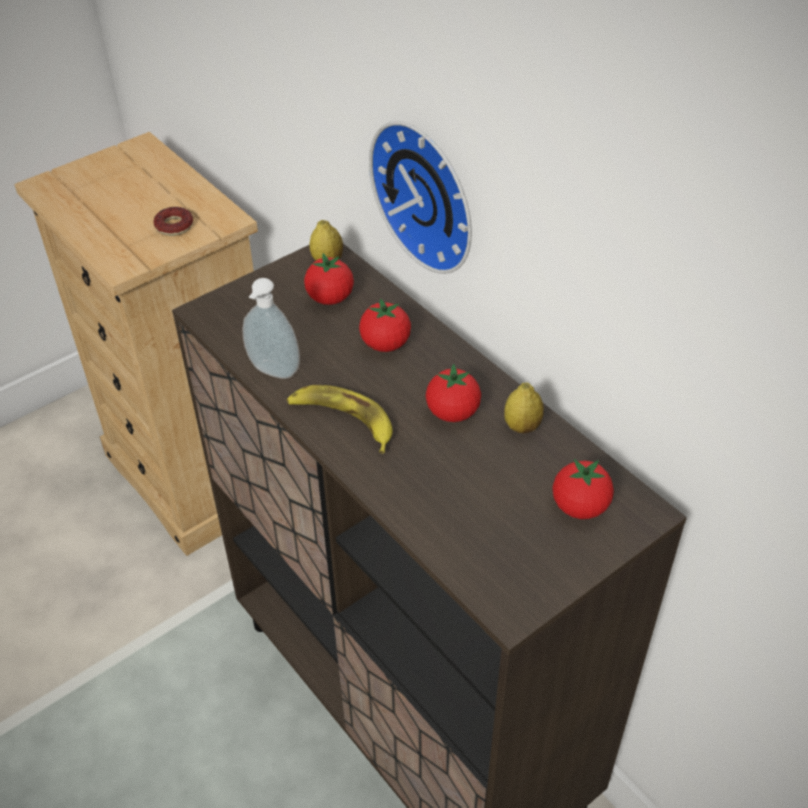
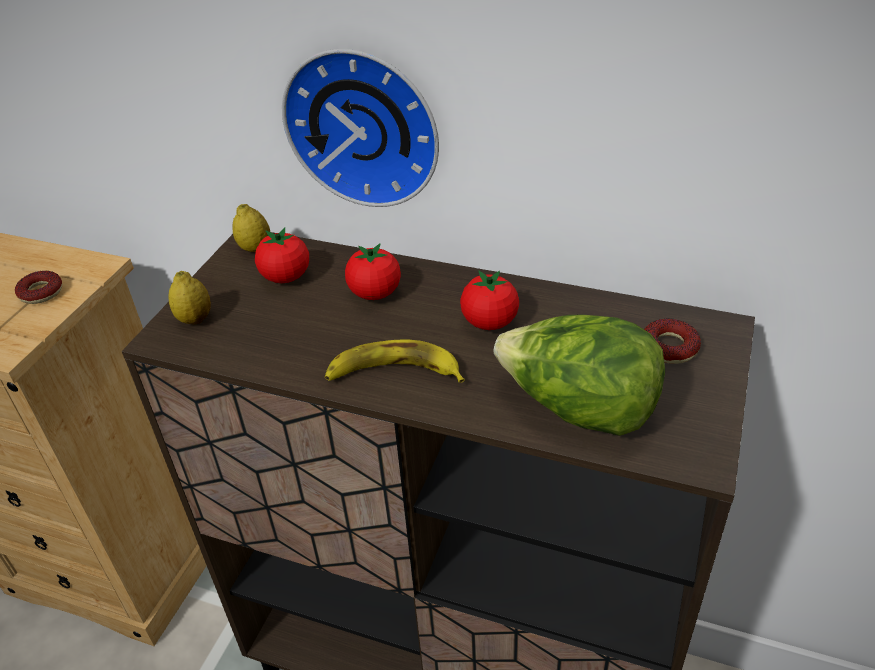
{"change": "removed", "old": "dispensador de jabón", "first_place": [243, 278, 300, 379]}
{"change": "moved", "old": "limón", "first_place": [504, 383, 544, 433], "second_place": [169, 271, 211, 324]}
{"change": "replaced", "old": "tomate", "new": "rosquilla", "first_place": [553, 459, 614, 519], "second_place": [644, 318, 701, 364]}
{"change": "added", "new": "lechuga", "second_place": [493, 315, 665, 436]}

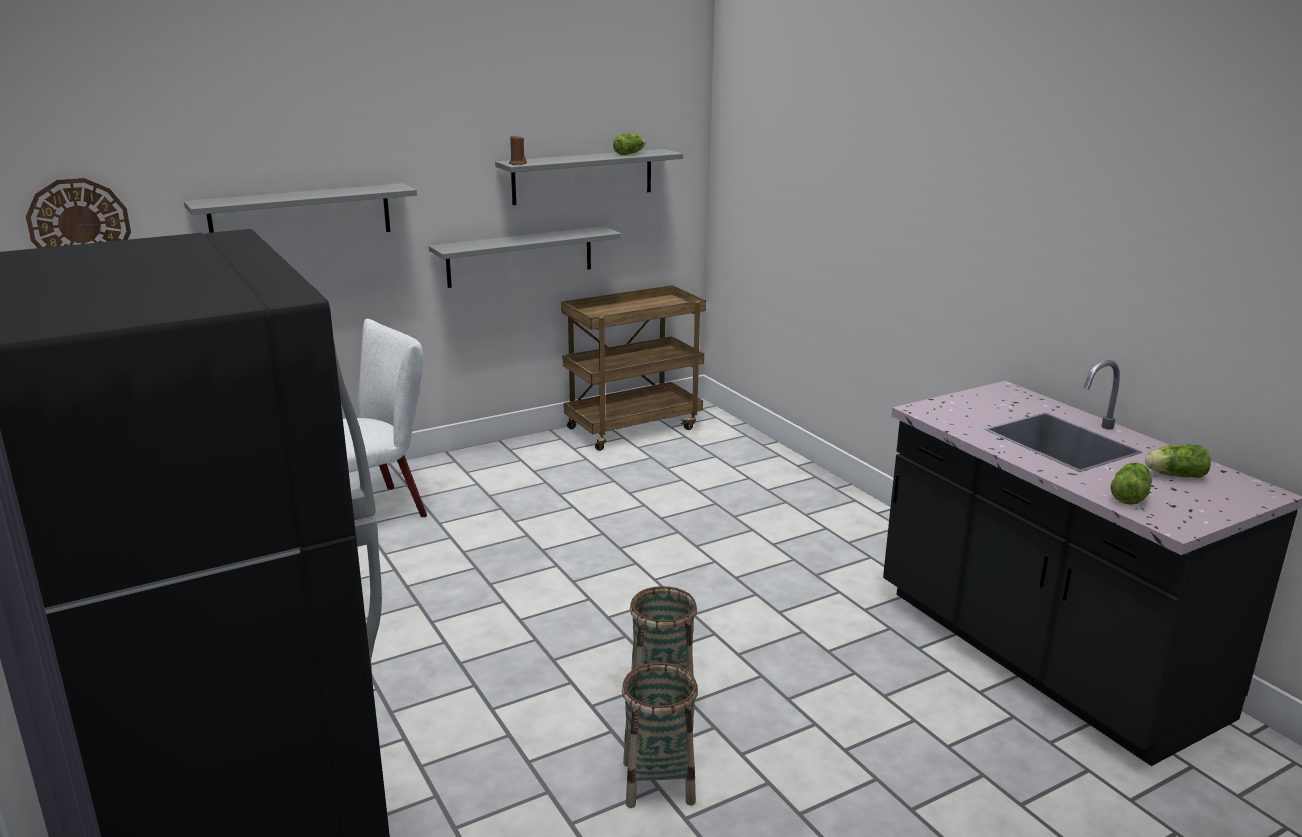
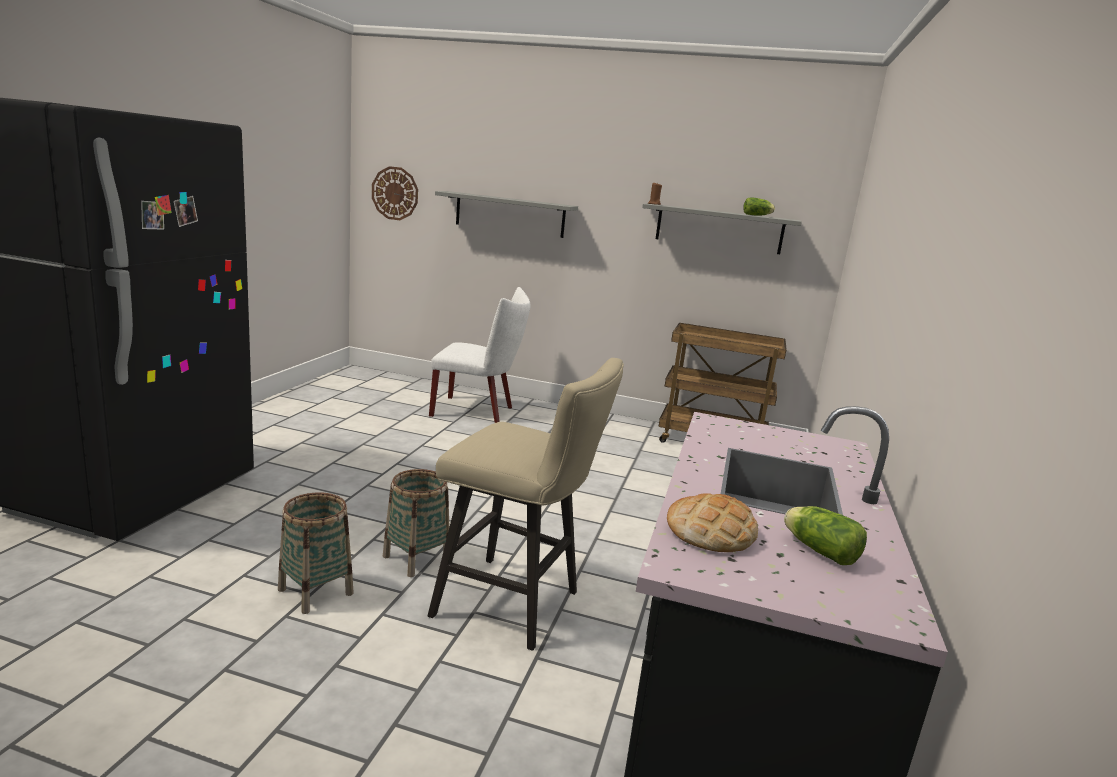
{"change": "removed", "old": "estante [gris]", "first_place": [429, 226, 621, 288]}
{"change": "replaced", "old": "lechuga", "new": "pan", "first_place": [1111, 462, 1152, 505], "second_place": [667, 493, 758, 552]}
{"change": "added", "new": "taburete [beis]", "second_place": [428, 358, 624, 651]}

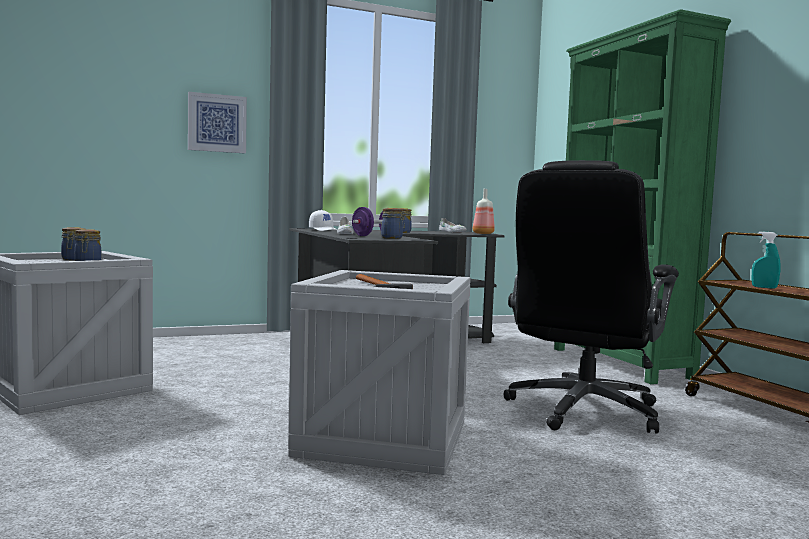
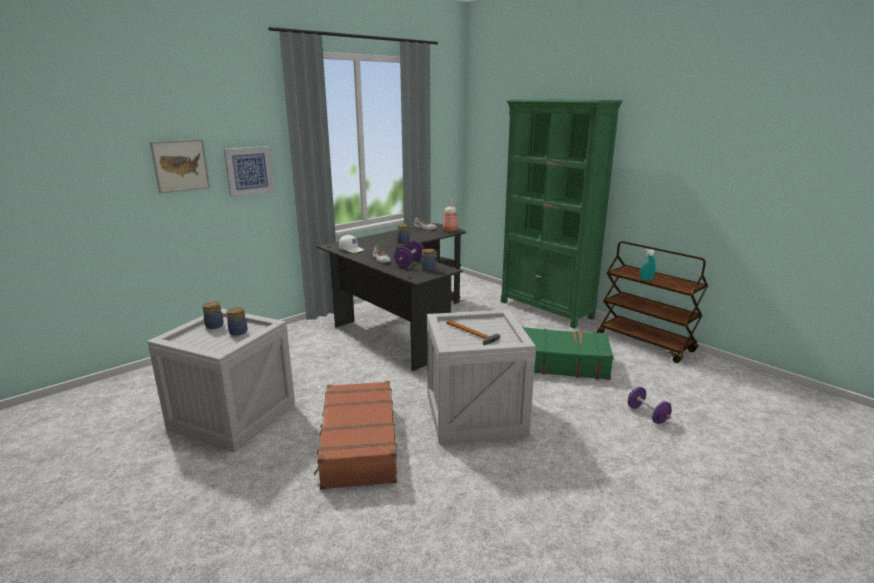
{"change": "replaced", "old": "silla de oficina [negro]", "new": "maleta [verde]", "first_place": [504, 160, 679, 434], "second_place": [522, 326, 614, 380]}
{"change": "added", "new": "cuadro", "second_place": [150, 139, 210, 194]}
{"change": "added", "new": "maleta [marrón]", "second_place": [314, 381, 397, 489]}
{"change": "added", "new": "mancuerna [morado]", "second_place": [628, 387, 672, 424]}

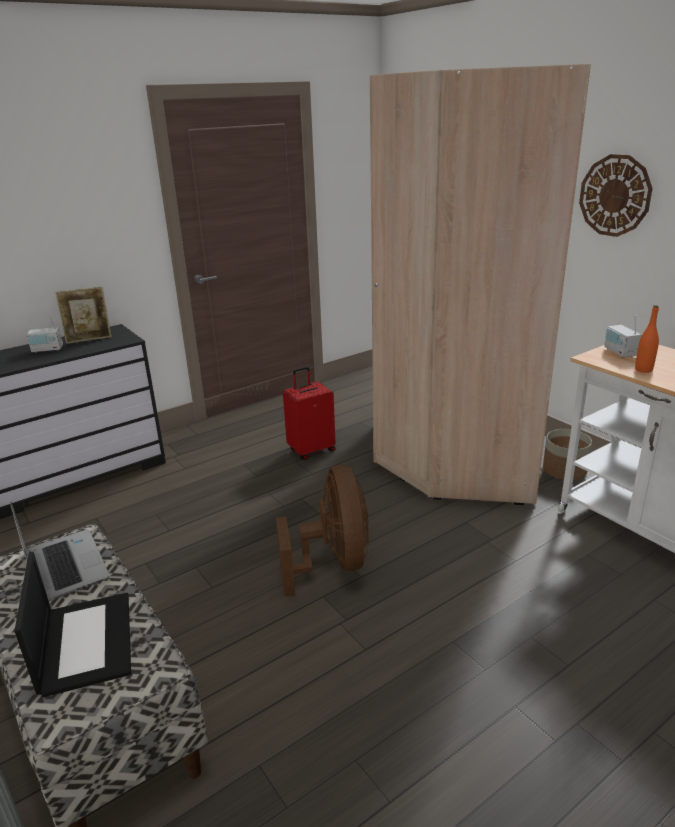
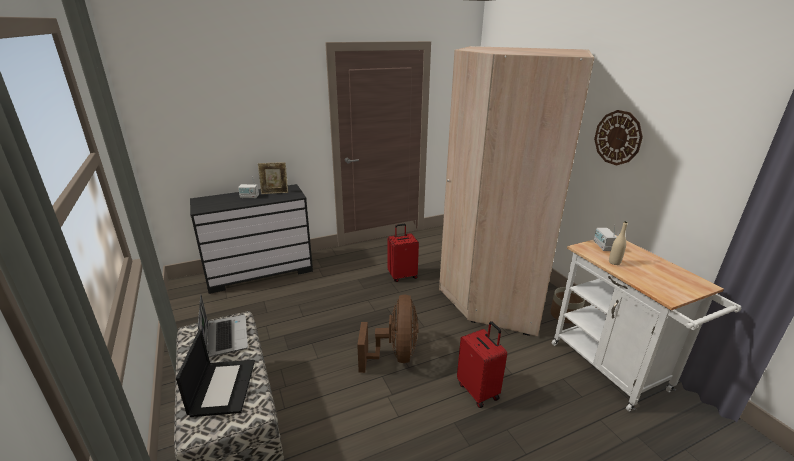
{"change": "recoloured", "old": "botella [naranja]", "new": "botella [beis]", "first_place": [635, 305, 659, 373], "second_place": [609, 221, 628, 265]}
{"change": "added", "new": "maleta [rojo]", "second_place": [457, 321, 507, 408]}

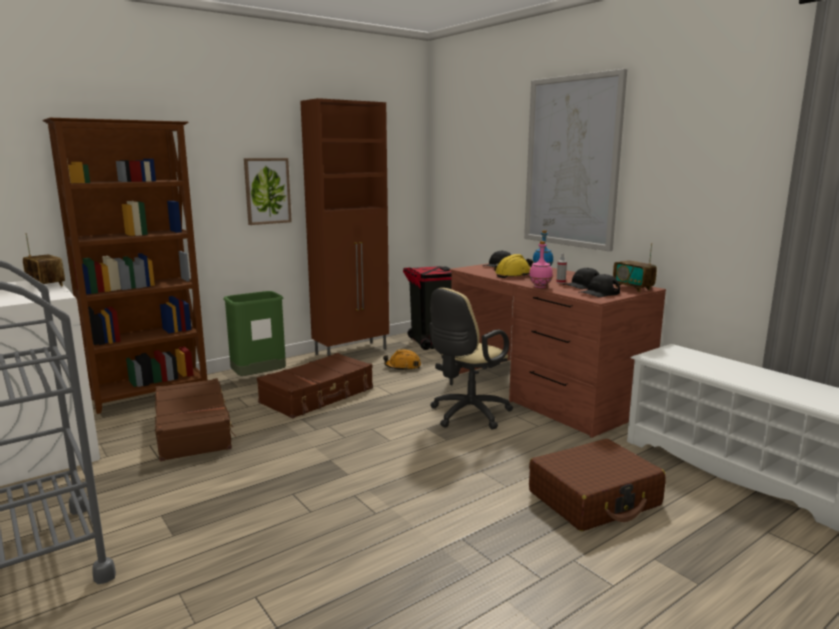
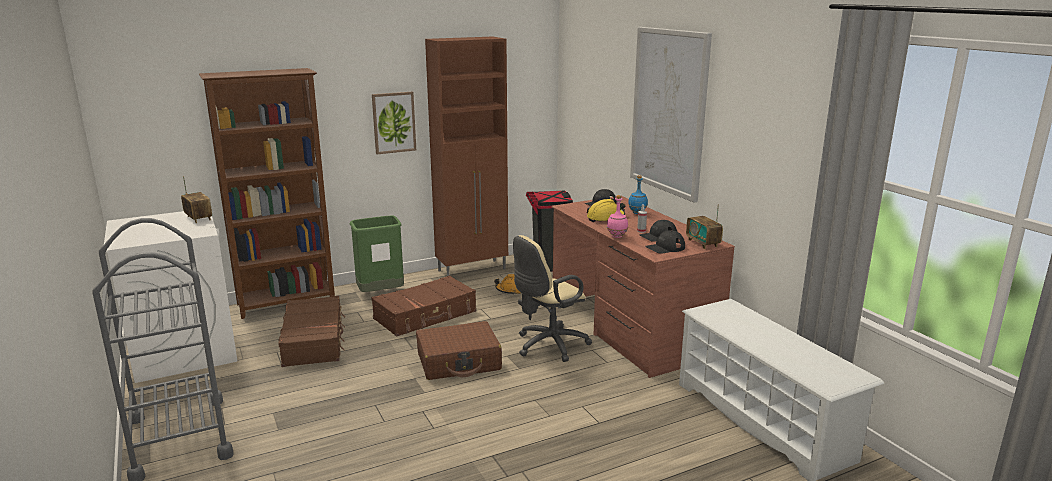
{"change": "moved", "old": "maleta [marrón]", "first_place": [529, 439, 666, 531], "second_place": [416, 321, 502, 380]}

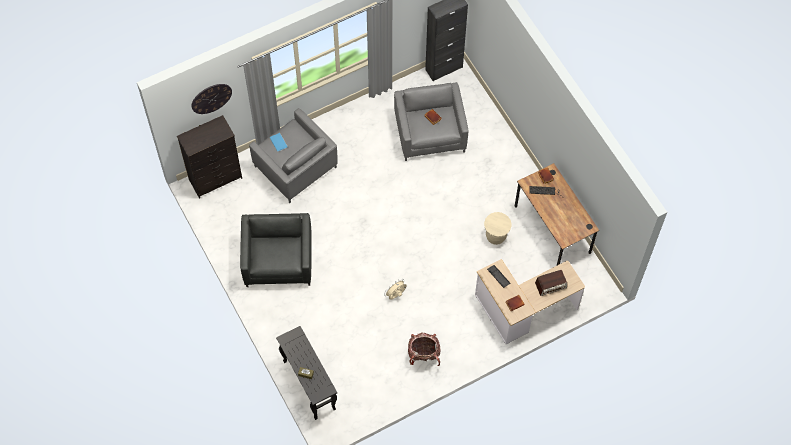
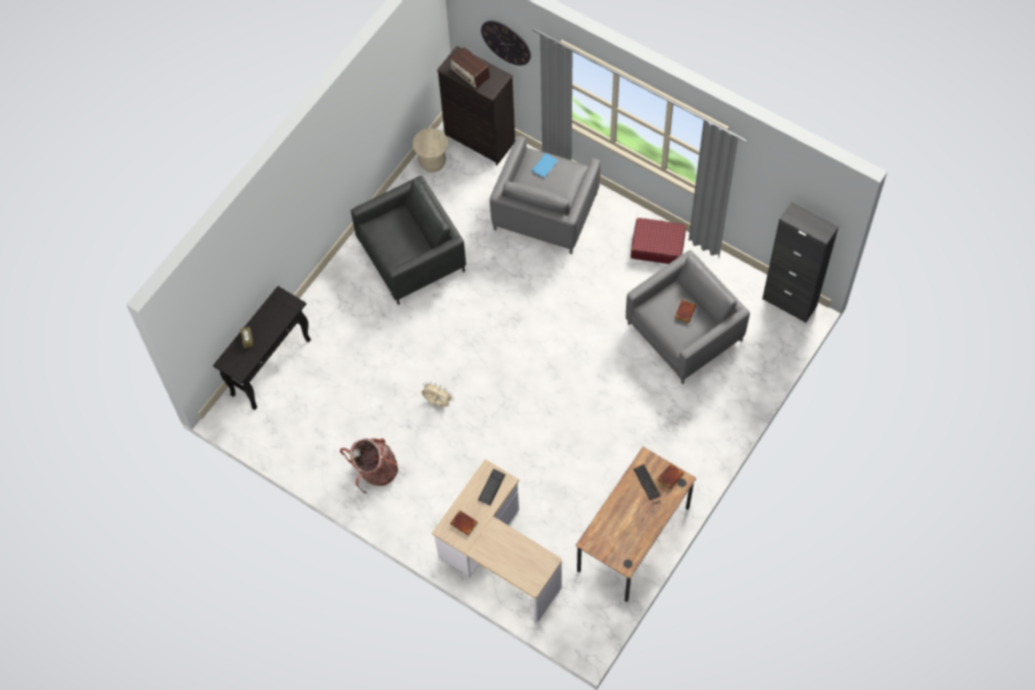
{"change": "moved", "old": "taburete [beis]", "first_place": [484, 212, 511, 245], "second_place": [413, 128, 448, 173]}
{"change": "moved", "old": "radio", "first_place": [535, 270, 567, 296], "second_place": [450, 47, 490, 89]}
{"change": "added", "new": "maleta [rojo]", "second_place": [631, 218, 686, 264]}

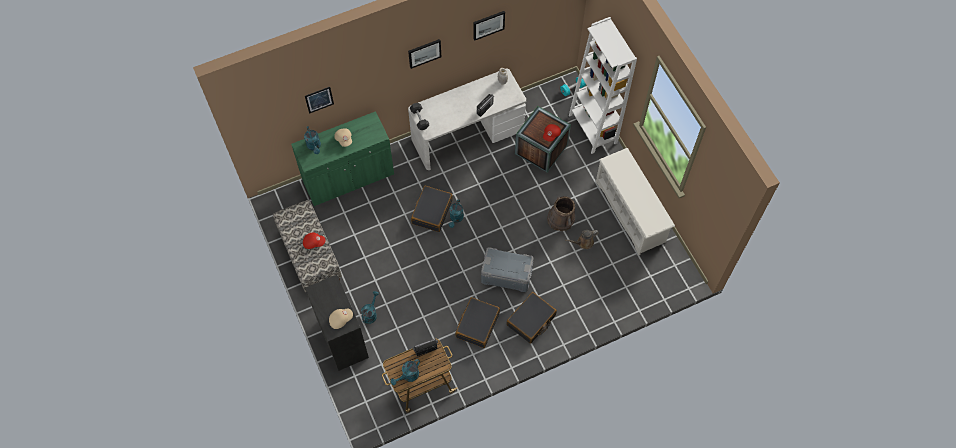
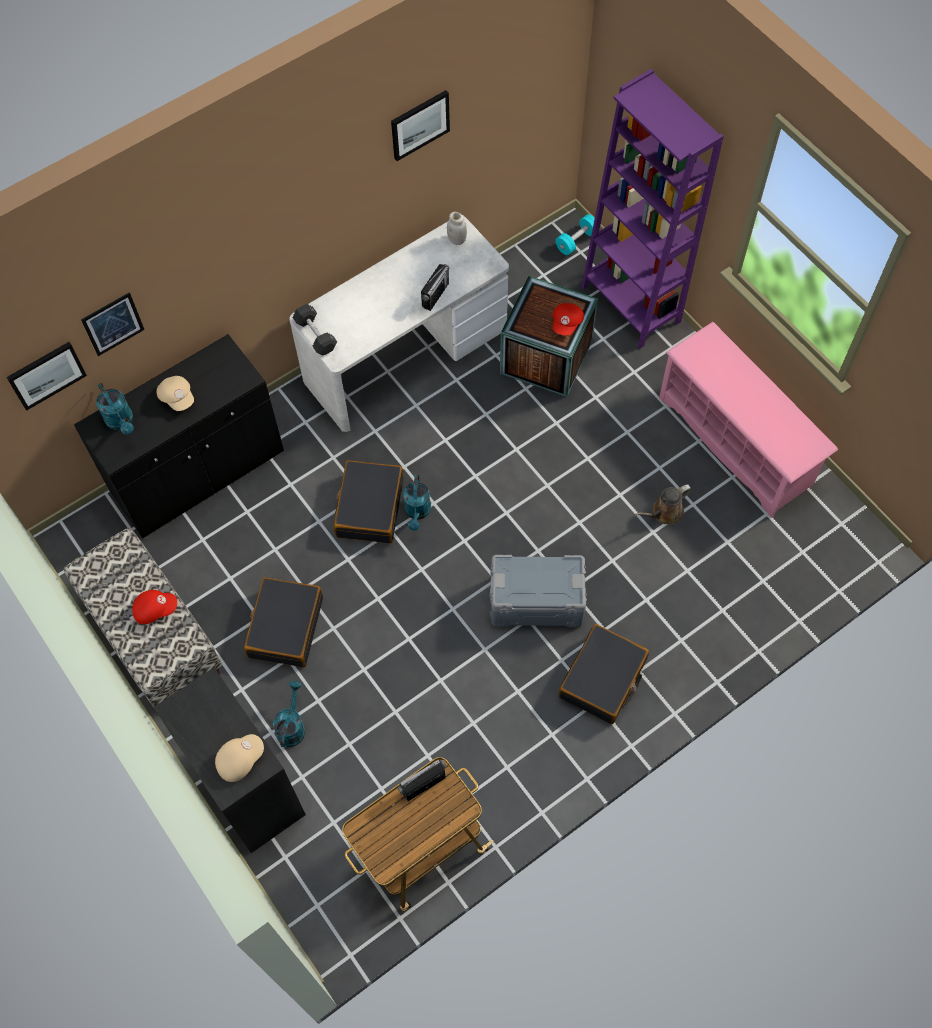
{"change": "recoloured", "old": "estantería [blanco]", "new": "estantería [morado]", "first_place": [569, 17, 637, 154], "second_place": [581, 69, 724, 349]}
{"change": "moved", "old": "cuadro", "first_place": [408, 39, 441, 69], "second_place": [6, 342, 87, 411]}
{"change": "recoloured", "old": "armario [verde]", "new": "armario [negro]", "first_place": [291, 111, 394, 206], "second_place": [74, 334, 284, 539]}
{"change": "recoloured", "old": "zapatero [blanco]", "new": "zapatero [rosa]", "first_place": [596, 148, 675, 255], "second_place": [659, 322, 838, 518]}
{"change": "removed", "old": "cubo [marrón]", "first_place": [547, 196, 575, 231]}
{"change": "moved", "old": "maleta [negro]", "first_place": [455, 297, 500, 348], "second_place": [244, 577, 323, 667]}
{"change": "removed", "old": "regadera [turquesa]", "first_place": [391, 359, 420, 385]}

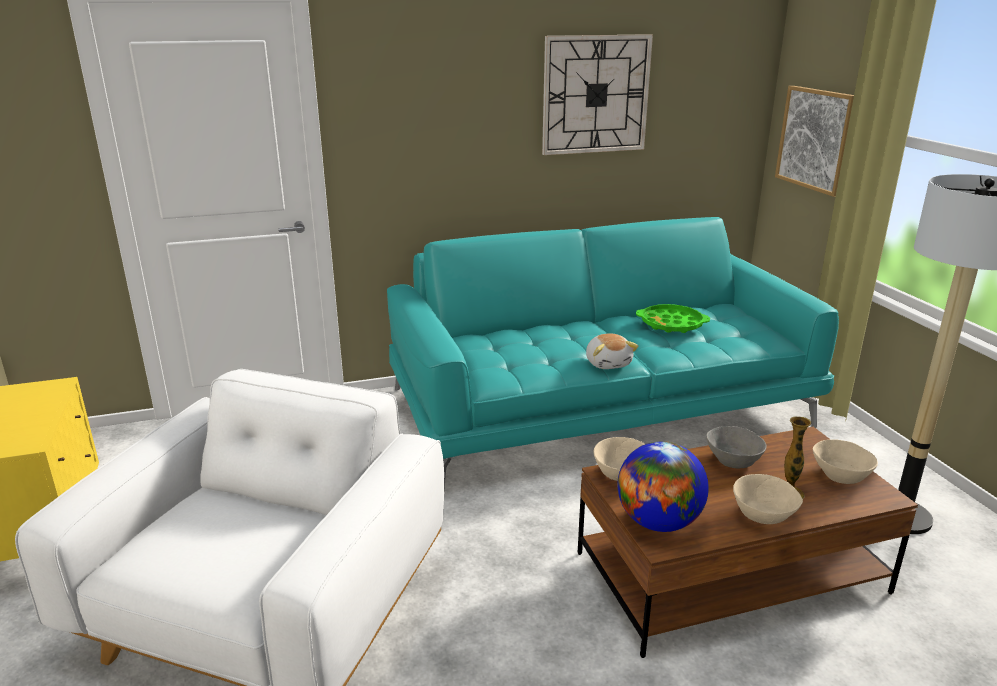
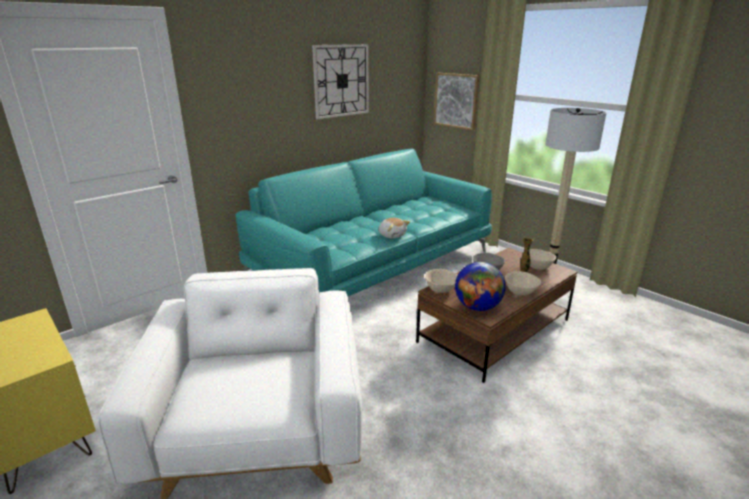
{"change": "removed", "old": "bandeja [verde]", "first_place": [636, 304, 710, 333]}

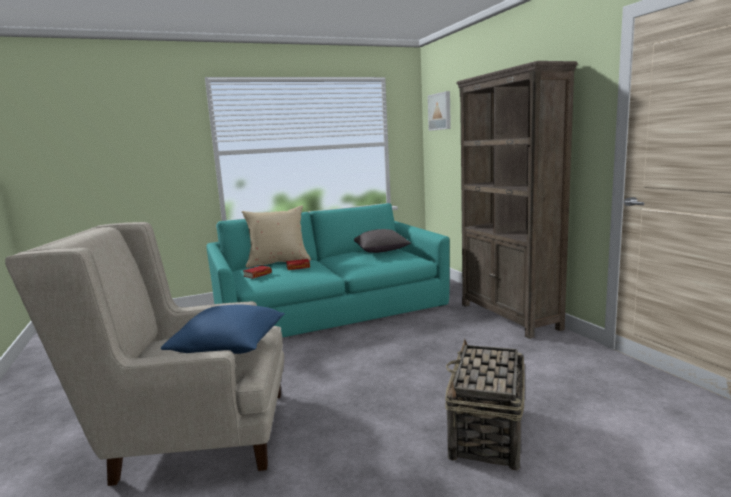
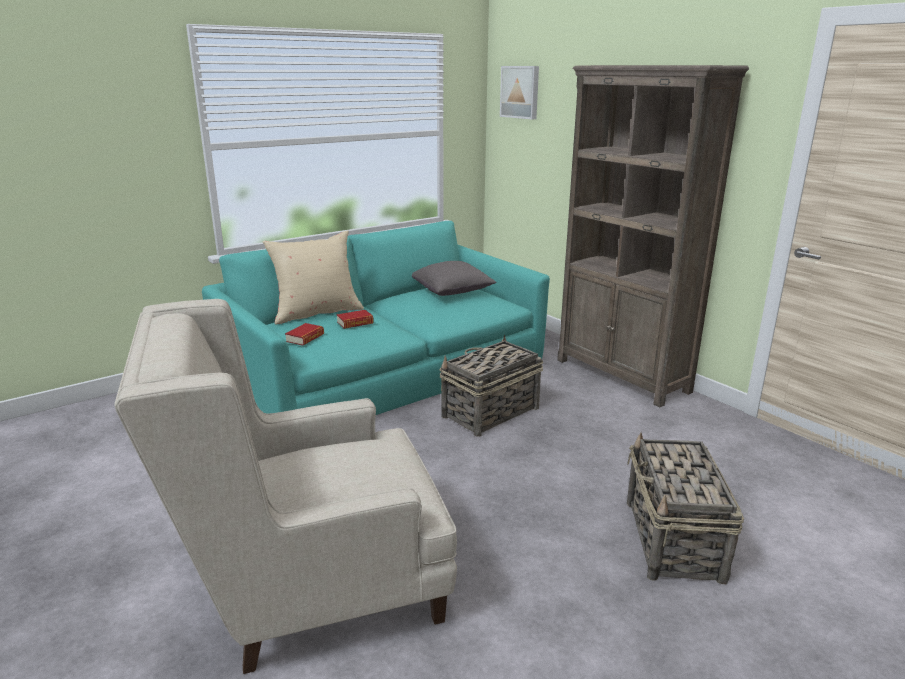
{"change": "removed", "old": "cojín [azul]", "first_place": [161, 304, 285, 354]}
{"change": "added", "new": "cesta", "second_place": [440, 335, 543, 437]}

